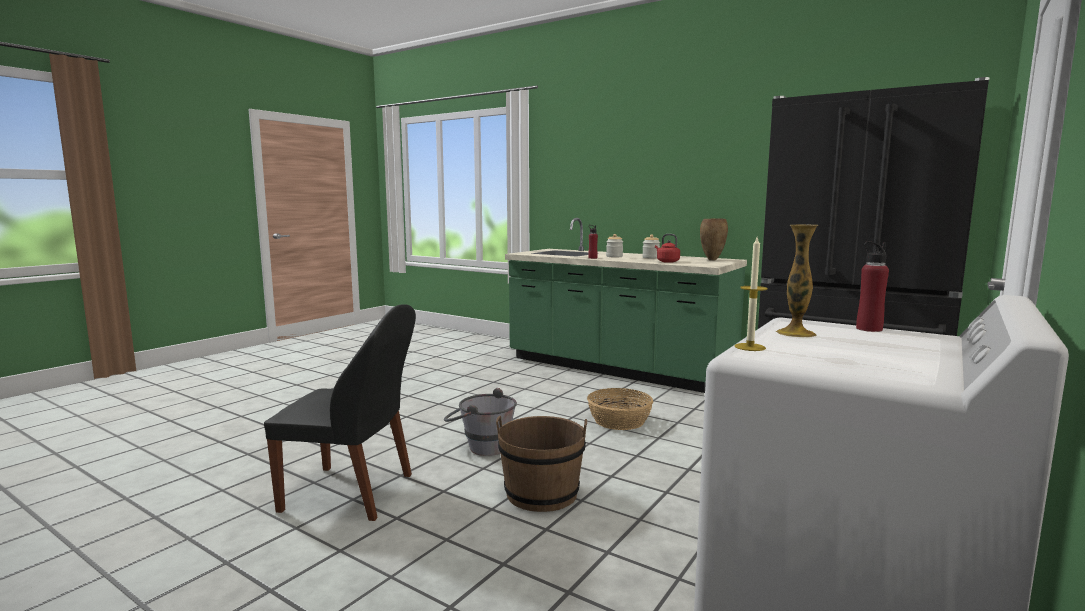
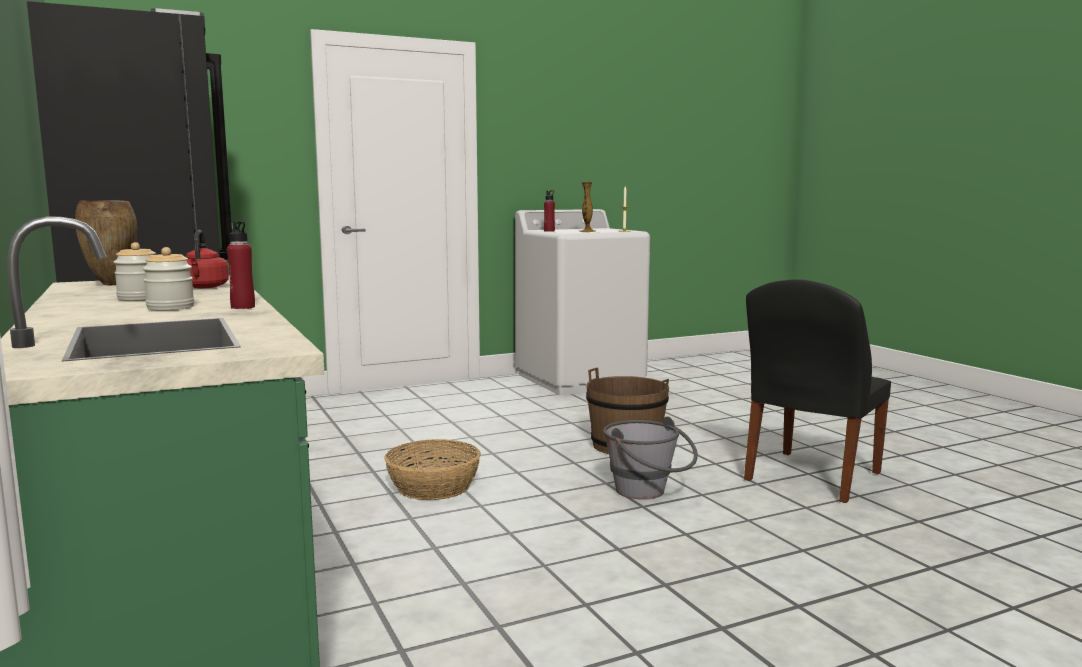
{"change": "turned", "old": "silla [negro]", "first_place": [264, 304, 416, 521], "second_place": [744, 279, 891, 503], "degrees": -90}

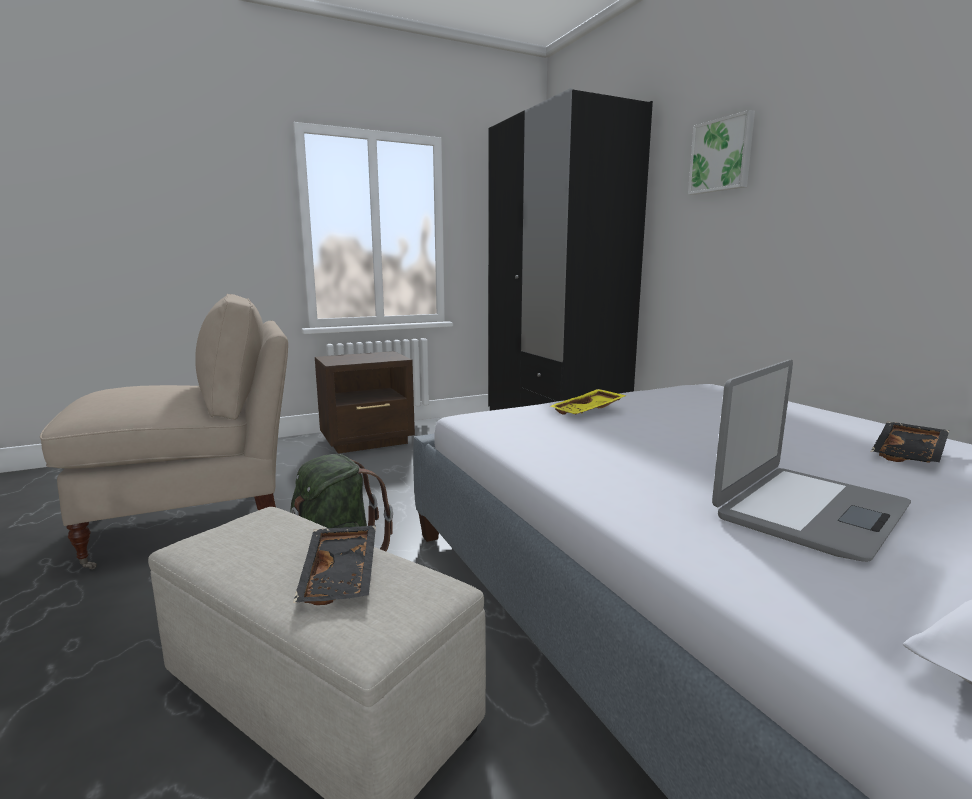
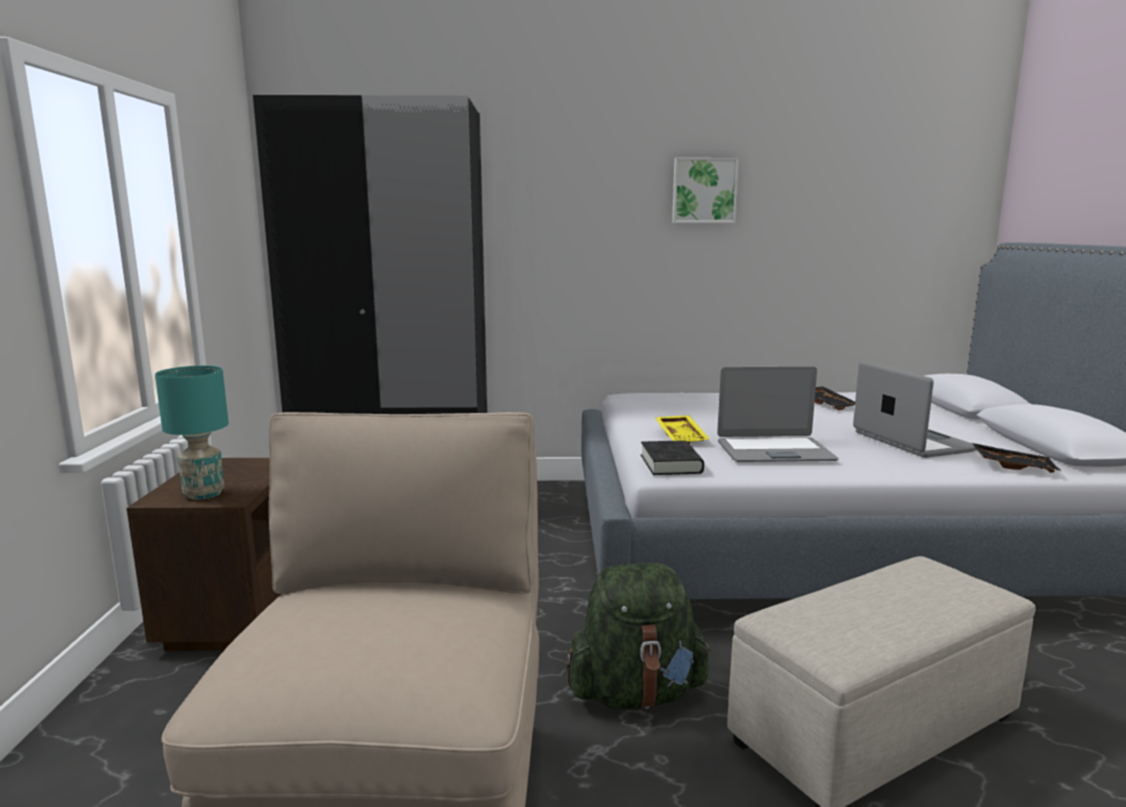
{"change": "moved", "old": "cuadro", "first_place": [688, 110, 755, 195], "second_place": [672, 158, 739, 223]}
{"change": "moved", "old": "bandeja [negro]", "first_place": [293, 525, 376, 605], "second_place": [972, 443, 1061, 473]}
{"change": "added", "new": "lámpara de mesa [turquesa]", "second_place": [155, 366, 229, 500]}
{"change": "added", "new": "portátil", "second_place": [717, 367, 839, 462]}
{"change": "added", "new": "libro [negro]", "second_place": [641, 440, 704, 475]}

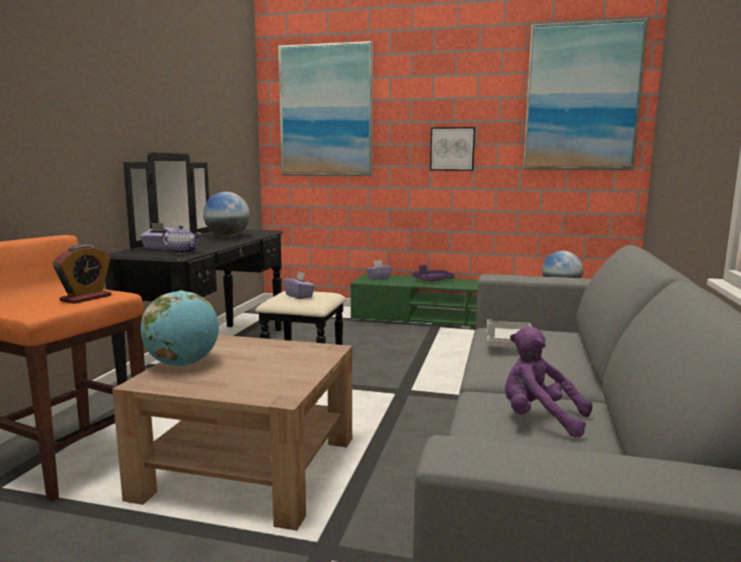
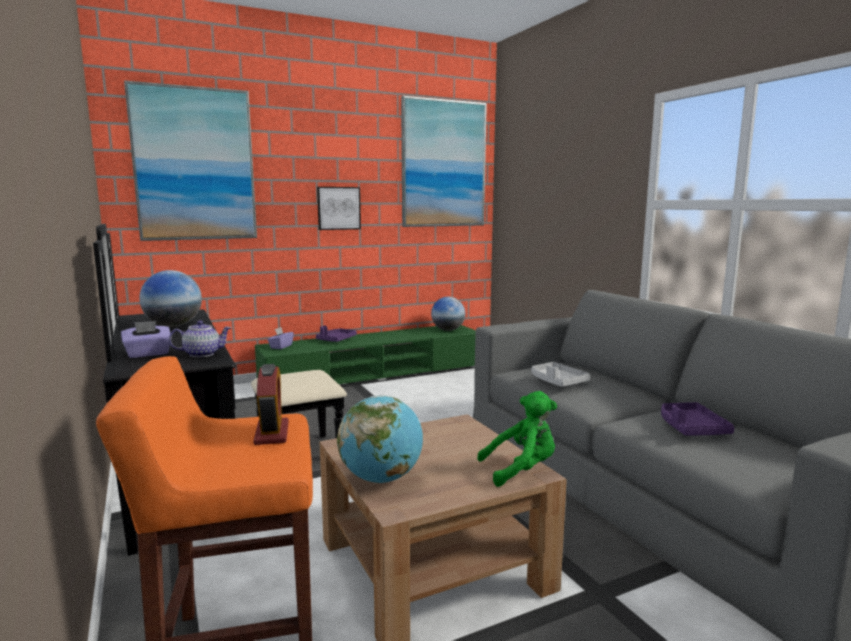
{"change": "removed", "old": "caja de pañuelos [morado]", "first_place": [283, 272, 315, 299]}
{"change": "replaced", "old": "peluche [morado]", "new": "bandeja [morado]", "first_place": [505, 326, 592, 437], "second_place": [661, 402, 735, 435]}
{"change": "added", "new": "peluche [verde]", "second_place": [477, 391, 557, 487]}

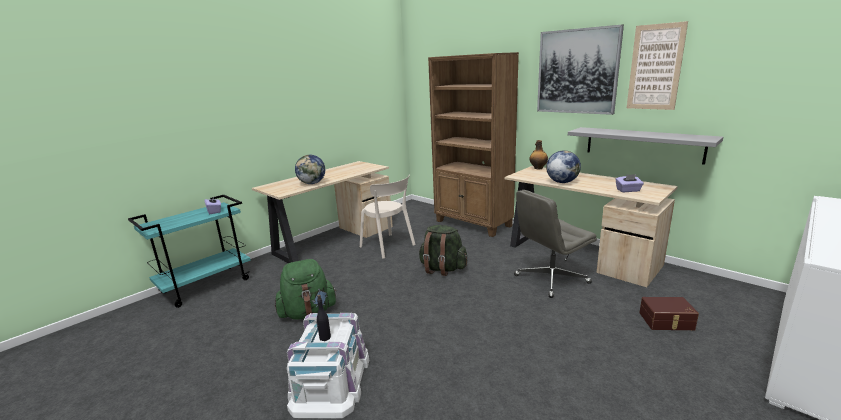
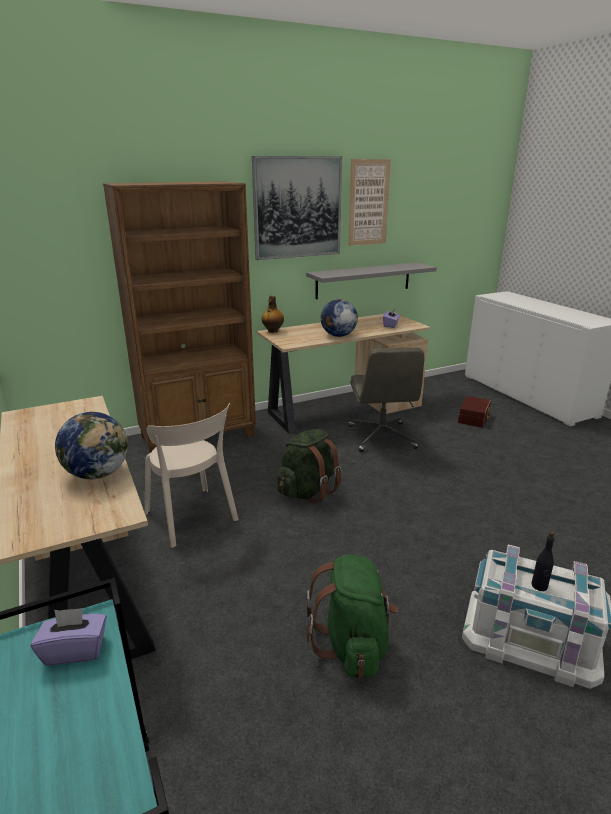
{"change": "turned", "old": "silla [beis]", "first_place": [360, 174, 416, 259], "second_place": [145, 403, 239, 548], "degrees": 75}

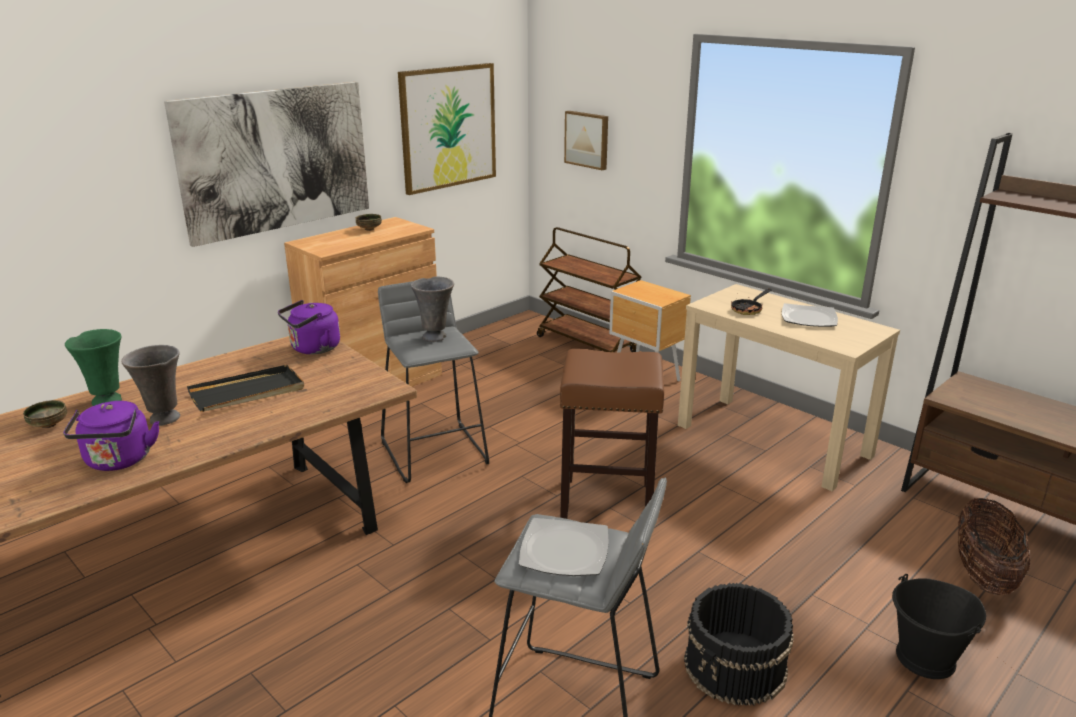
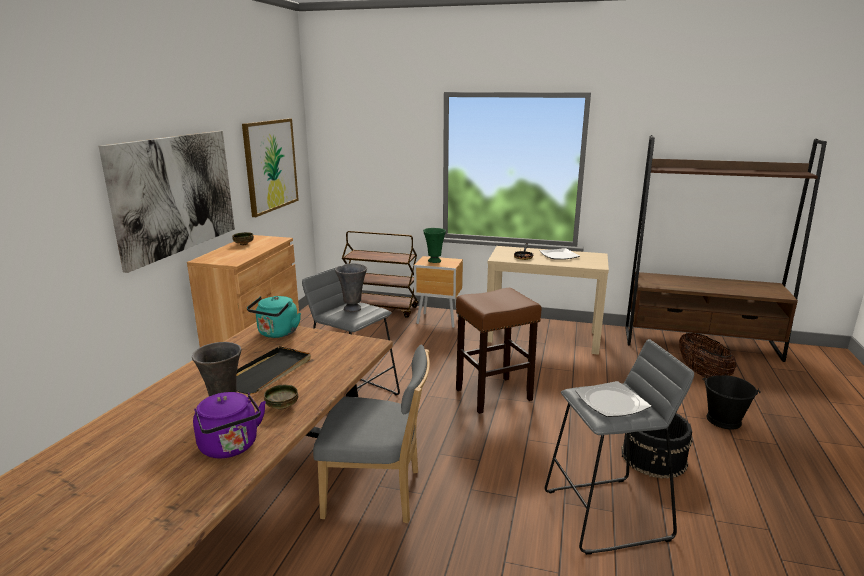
{"change": "removed", "old": "cuadro", "first_place": [564, 111, 608, 170]}
{"change": "recoloured", "old": "hervidor [morado]", "new": "hervidor [turquesa]", "first_place": [278, 300, 340, 355], "second_place": [247, 296, 301, 338]}
{"change": "moved", "old": "florero [verde]", "first_place": [65, 329, 122, 406], "second_place": [423, 228, 446, 263]}
{"change": "moved", "old": "cuenco", "first_place": [23, 400, 67, 428], "second_place": [264, 384, 298, 410]}
{"change": "added", "new": "silla [gris]", "second_place": [313, 345, 430, 524]}

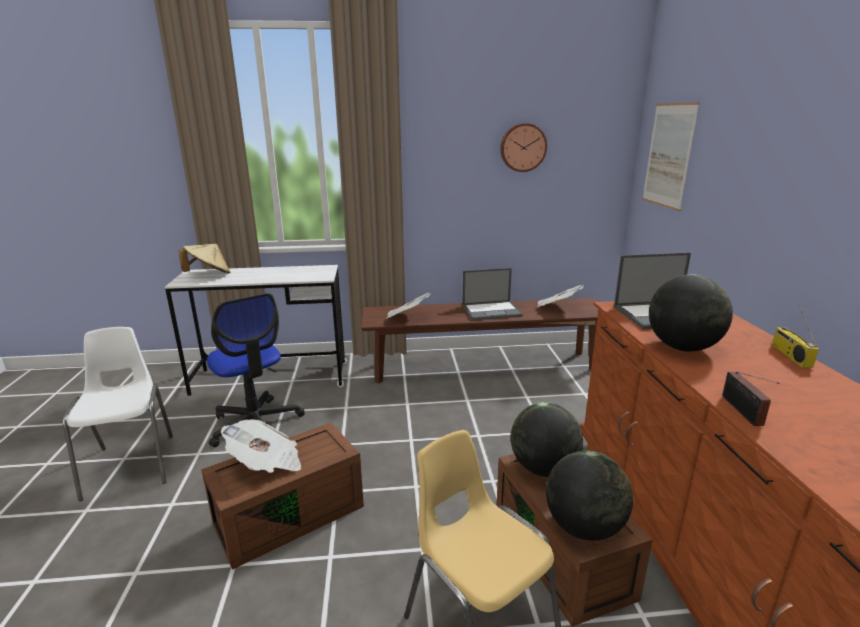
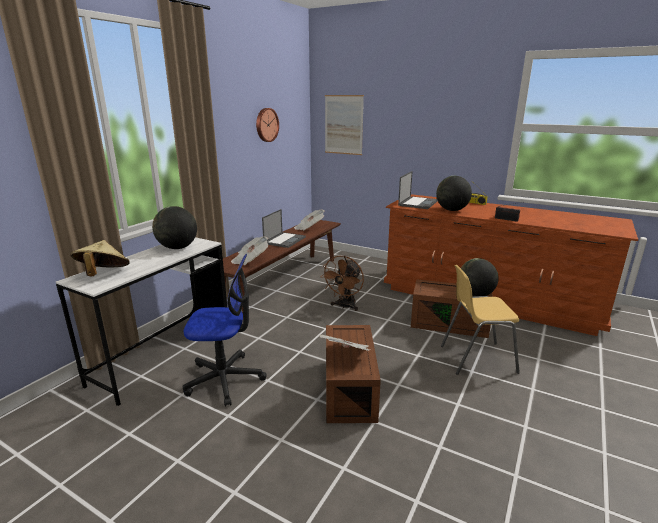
{"change": "removed", "old": "silla [blanco]", "first_place": [63, 327, 173, 501]}
{"change": "moved", "old": "globo terráqueo", "first_place": [511, 402, 583, 477], "second_place": [152, 206, 197, 249]}
{"change": "added", "new": "ventilador [marrón]", "second_place": [321, 255, 364, 311]}

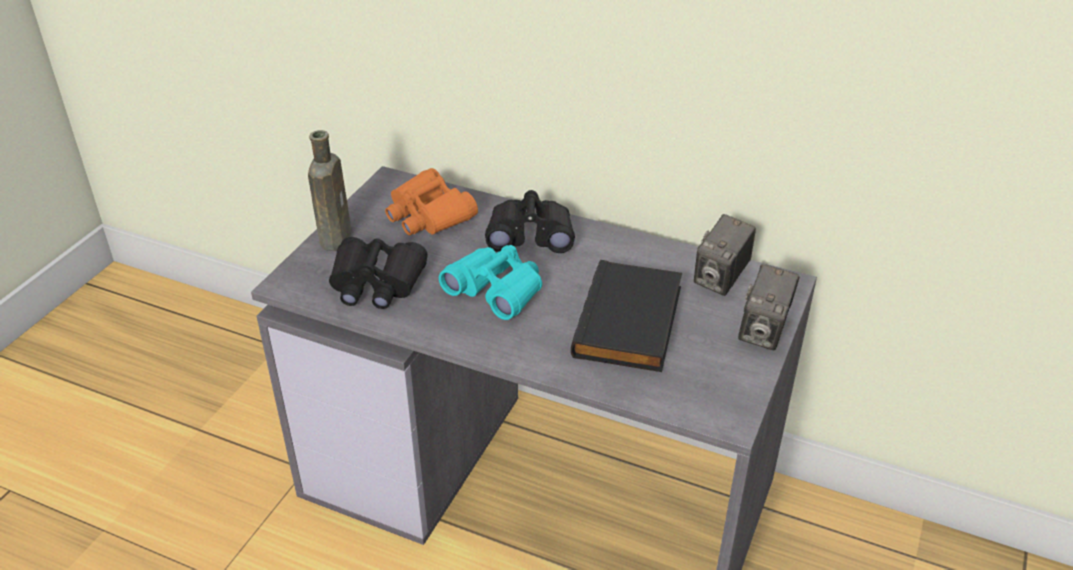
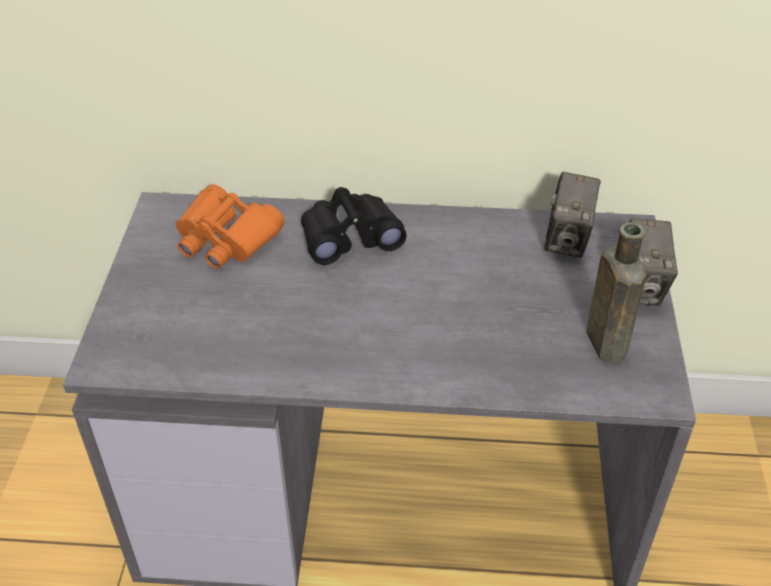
{"change": "moved", "old": "botella [marrón]", "first_place": [308, 130, 351, 251], "second_place": [586, 222, 646, 363]}
{"change": "removed", "old": "prismáticos [negro]", "first_place": [329, 237, 428, 309]}
{"change": "removed", "old": "prismáticos [turquesa]", "first_place": [439, 245, 542, 320]}
{"change": "removed", "old": "libro [negro]", "first_place": [571, 260, 682, 372]}

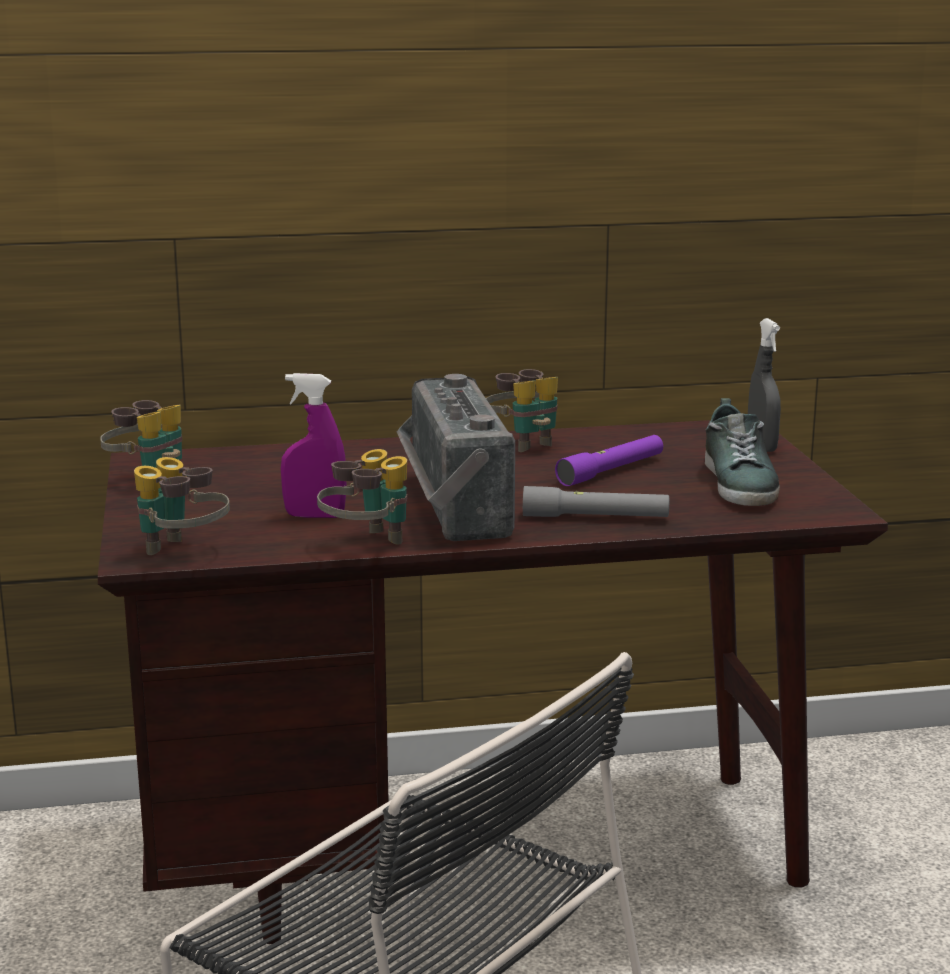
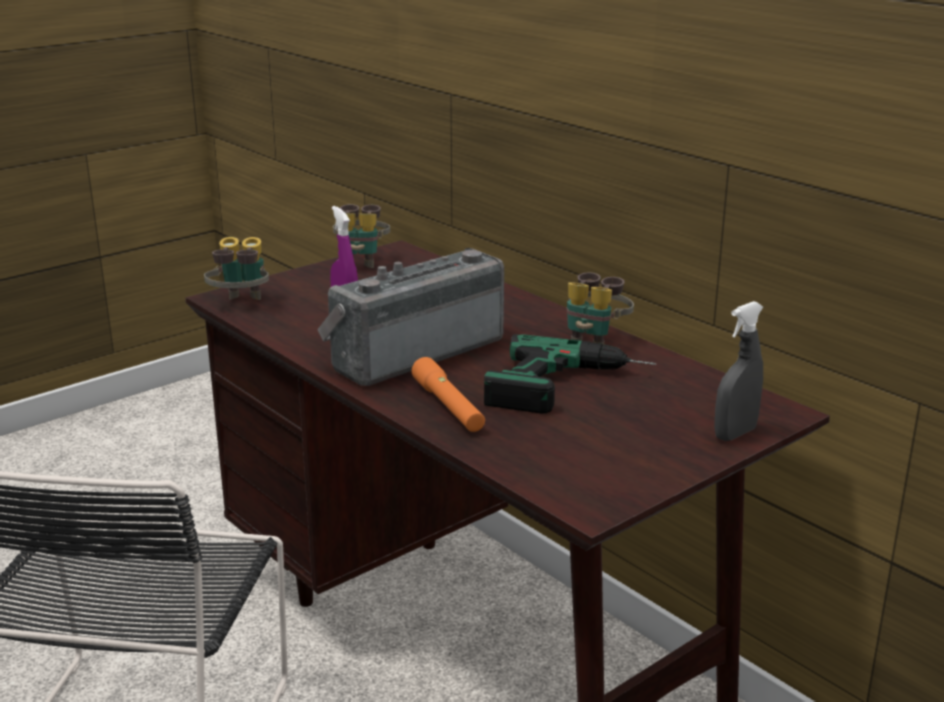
{"change": "removed", "old": "zapato", "first_place": [705, 398, 780, 506]}
{"change": "replaced", "old": "linterna [morado]", "new": "taladro", "first_place": [555, 435, 663, 486], "second_place": [484, 334, 656, 413]}
{"change": "removed", "old": "prismáticos", "first_place": [317, 449, 407, 545]}
{"change": "recoloured", "old": "linterna [gris]", "new": "linterna [naranja]", "first_place": [523, 486, 669, 517], "second_place": [412, 357, 485, 432]}

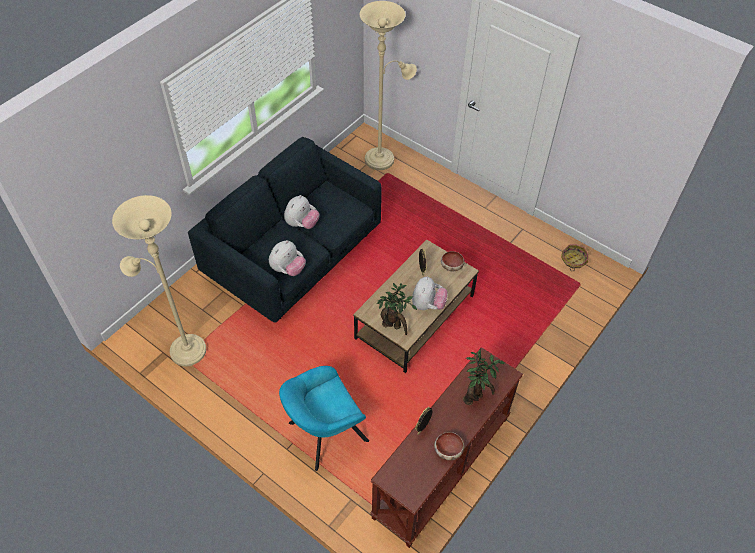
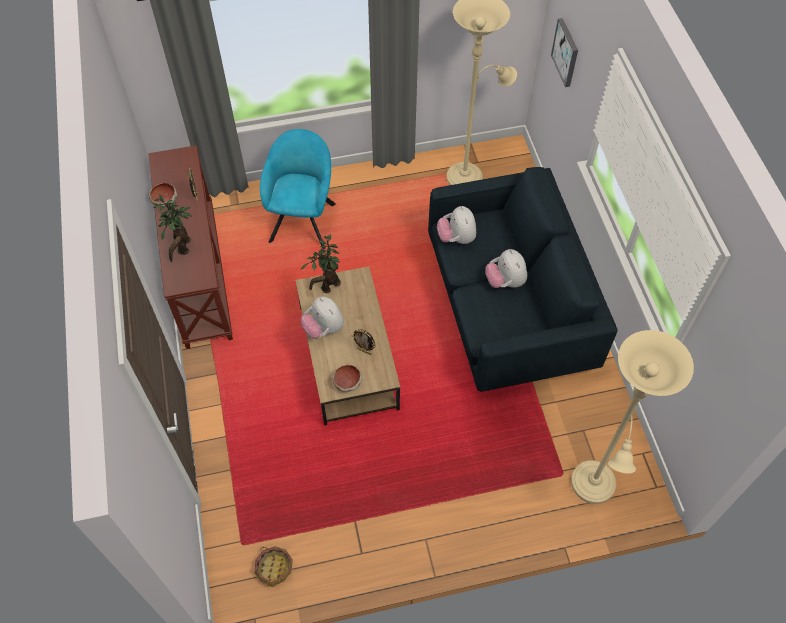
{"change": "added", "new": "cuadro", "second_place": [551, 18, 578, 87]}

